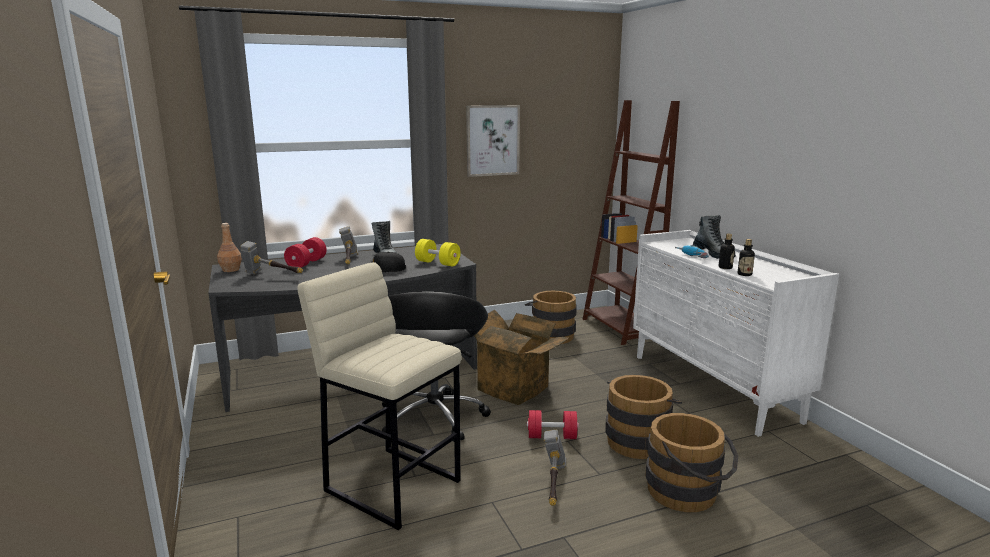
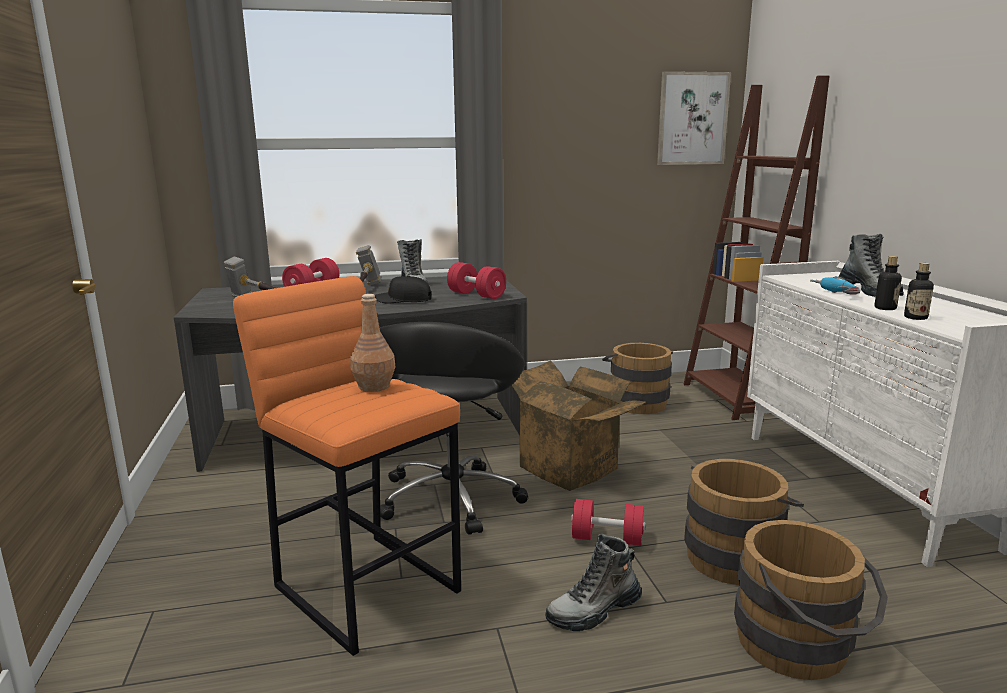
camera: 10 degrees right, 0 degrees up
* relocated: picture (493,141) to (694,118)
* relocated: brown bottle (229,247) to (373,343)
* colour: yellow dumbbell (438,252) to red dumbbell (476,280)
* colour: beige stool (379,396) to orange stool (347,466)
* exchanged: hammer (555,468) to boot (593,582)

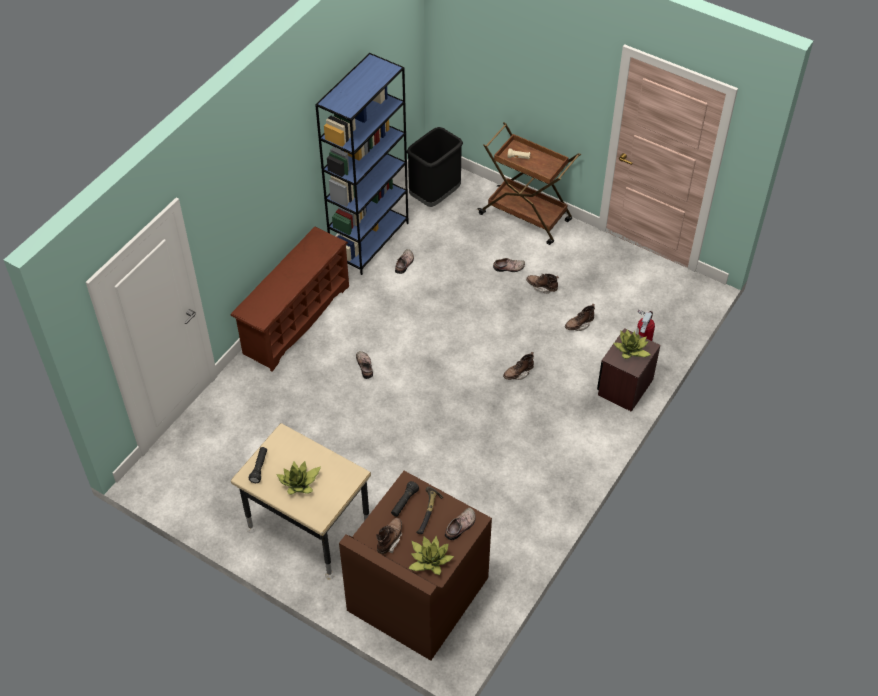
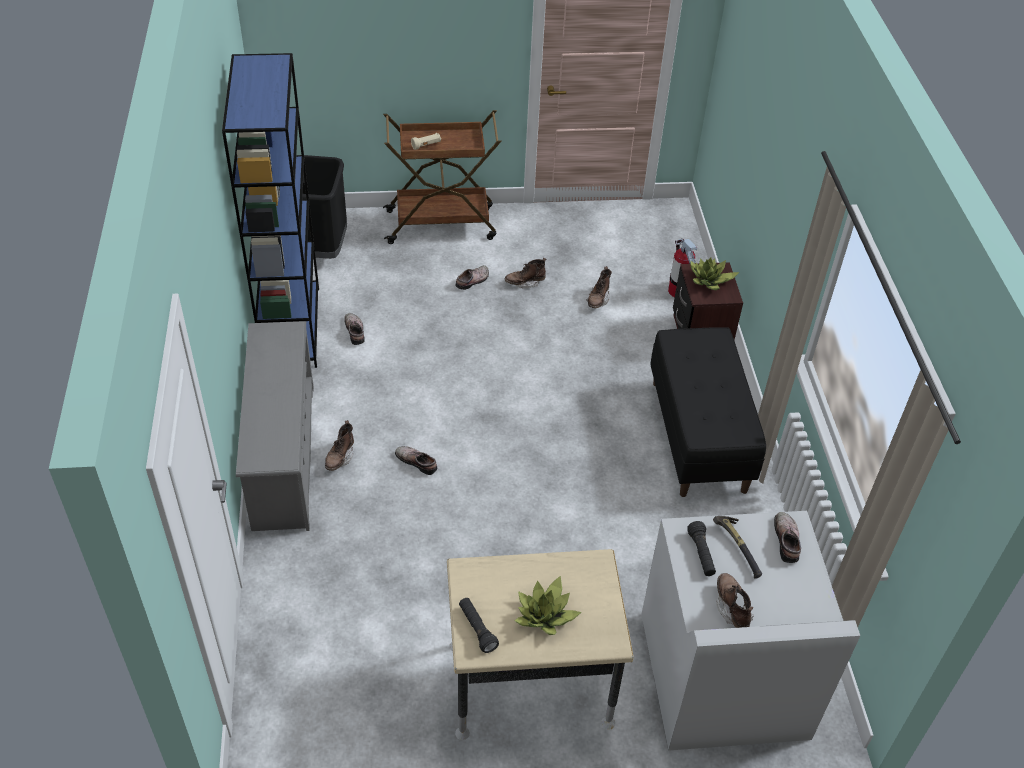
camera: 40 degrees left, 5 degrees down
* colour: brown shoe rack (289,299) to grey shoe rack (275,426)
* relocated: brown boot (518,366) to (339,445)
* colour: brown washing machine (415,566) to white washing machine (751,631)
* missing: potted plant (431,555)
* appeared: black bench (708,412)

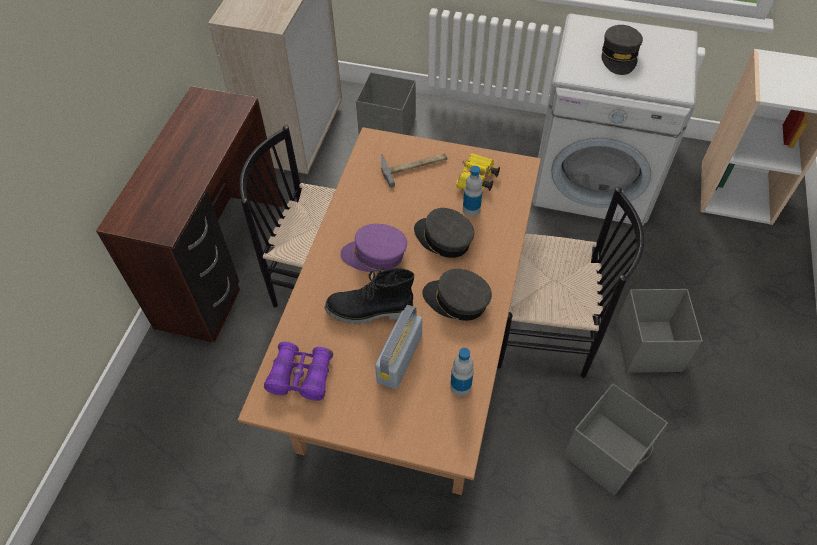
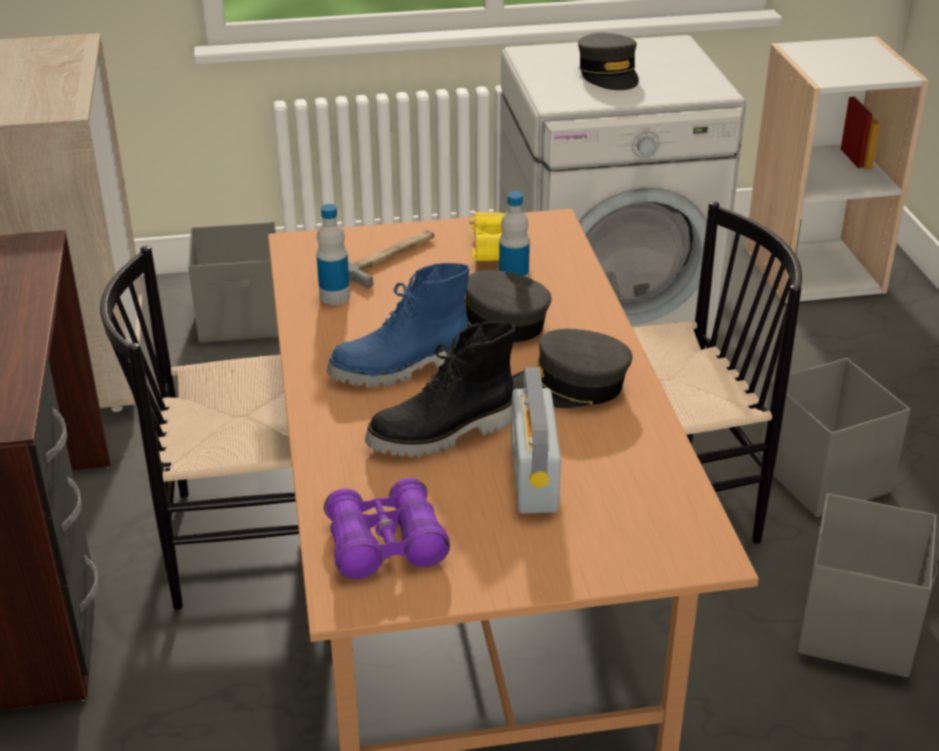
camera: 25 degrees left, 20 degrees down
* exchanged: purple cap (373,248) to blue boot (398,325)
* relocated: bottle (462,372) to (333,254)

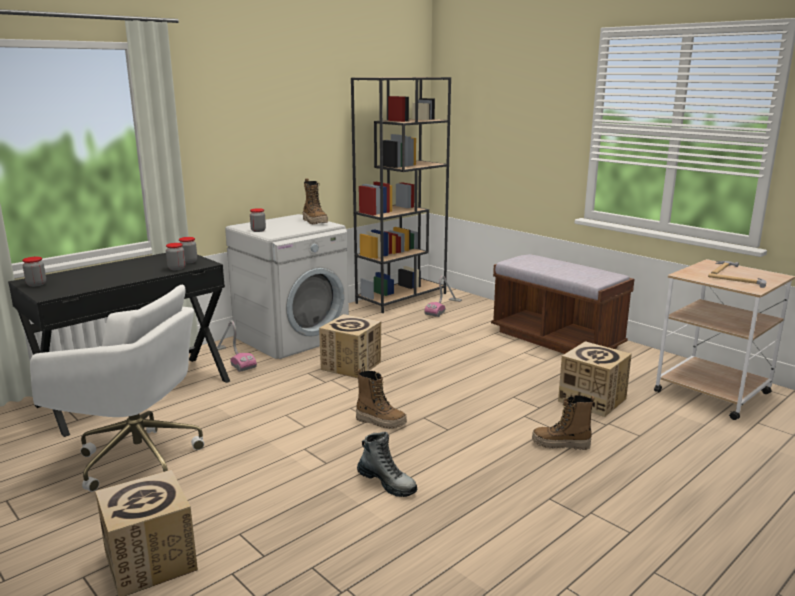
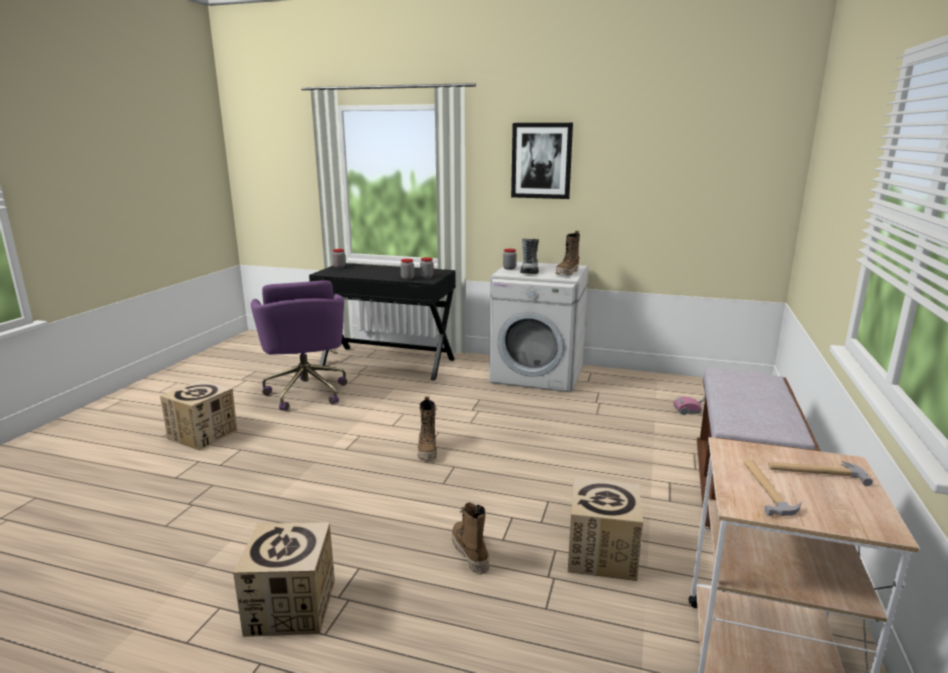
camera: 60 degrees right, 0 degrees up
* missing: bookcase (401,195)
* colour: white office chair (117,388) to purple office chair (299,345)
* relocated: cardboard box (350,346) to (284,579)
* missing: vacuum cleaner (237,346)
* relocated: boot (387,464) to (529,256)
* appeared: picture (542,161)

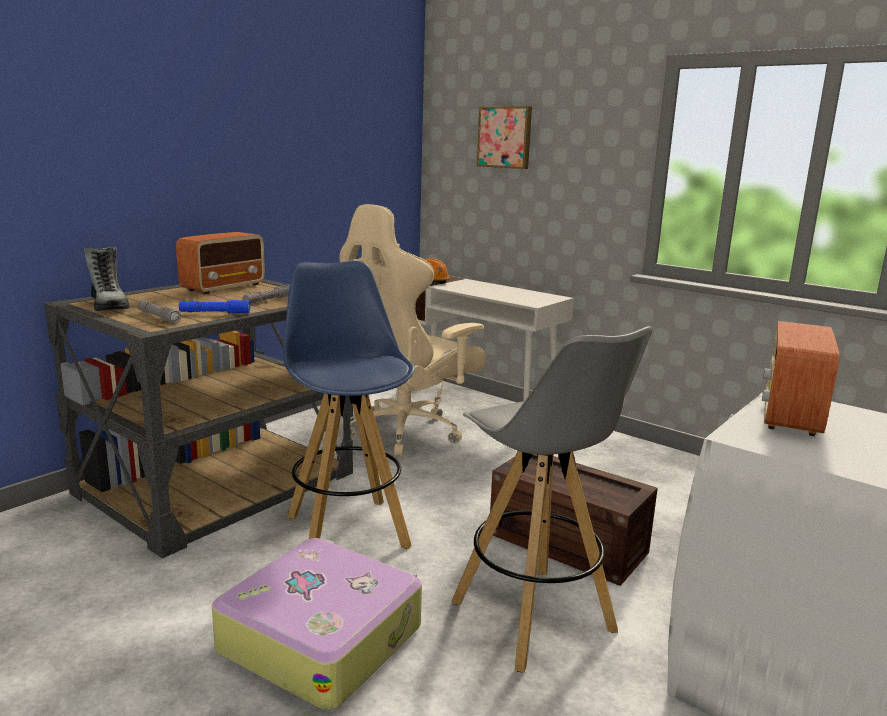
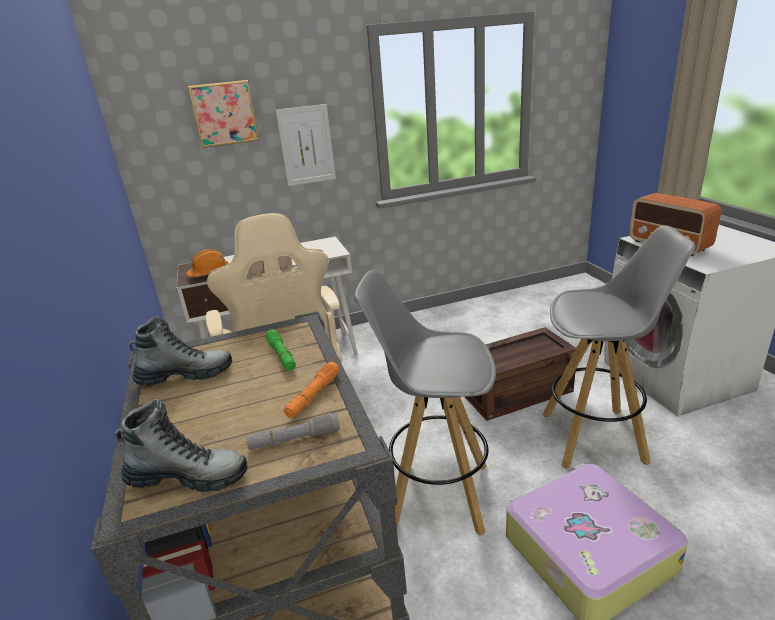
camera: 55 degrees left, 10 degrees up
* exchanged: radio (220,263) to boot (180,351)
* colour: blue stool (349,405) to grey stool (425,402)
* colour: grey flashlight (266,294) to green flashlight (280,350)
* colour: blue flashlight (214,306) to orange flashlight (312,390)
* appeared: picture (306,145)

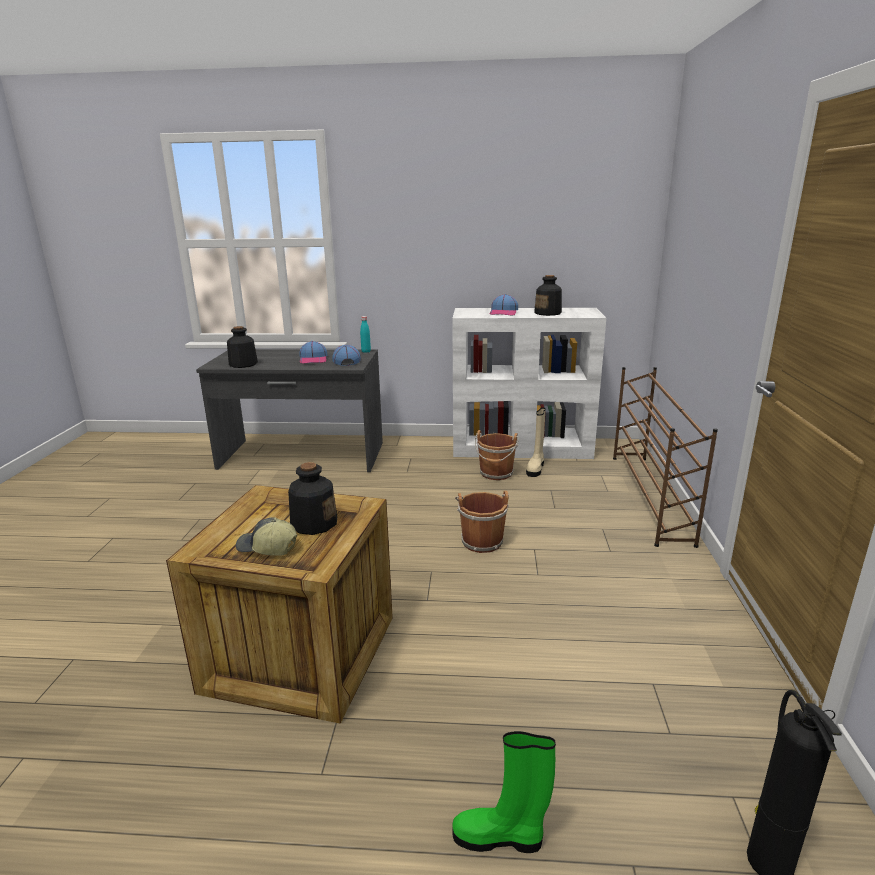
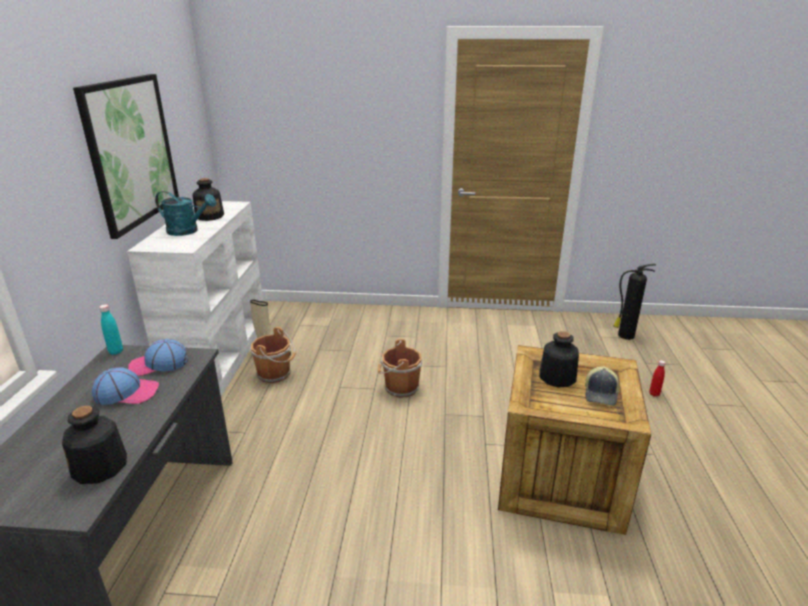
camera: 90 degrees left, 5 degrees up
* exchanged: cap (504,304) to turquoise watering can (185,213)
* missing: brown shoe rack (665,457)
* exchanged: green boot (504,792) to red bottle (657,378)
* appeared: picture (126,156)

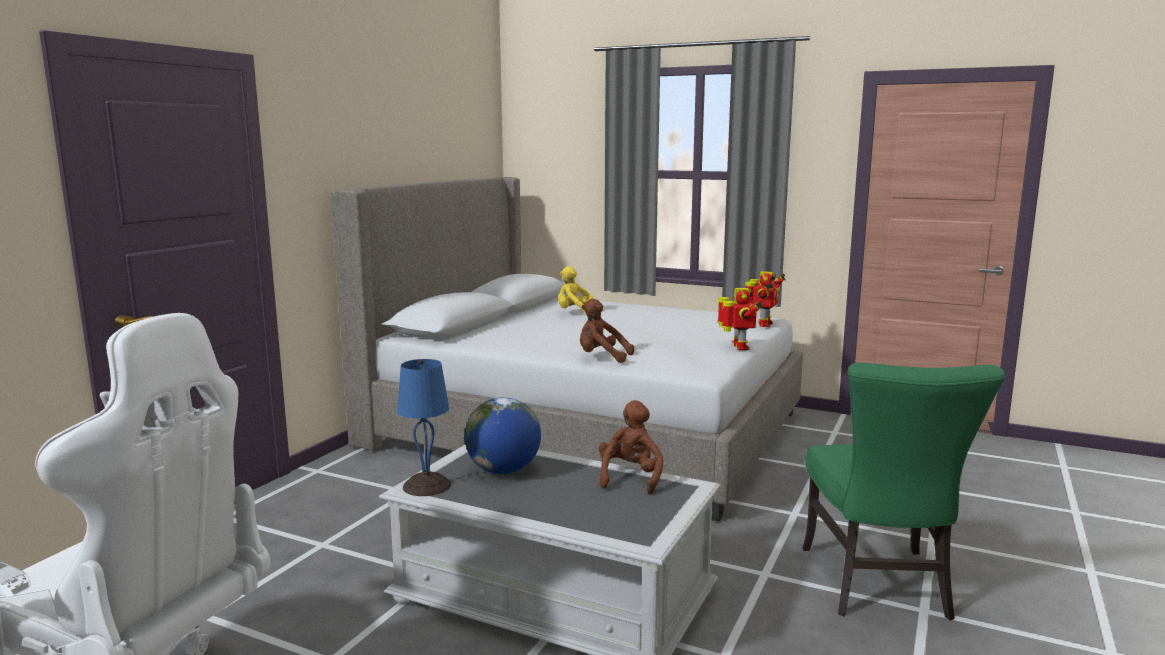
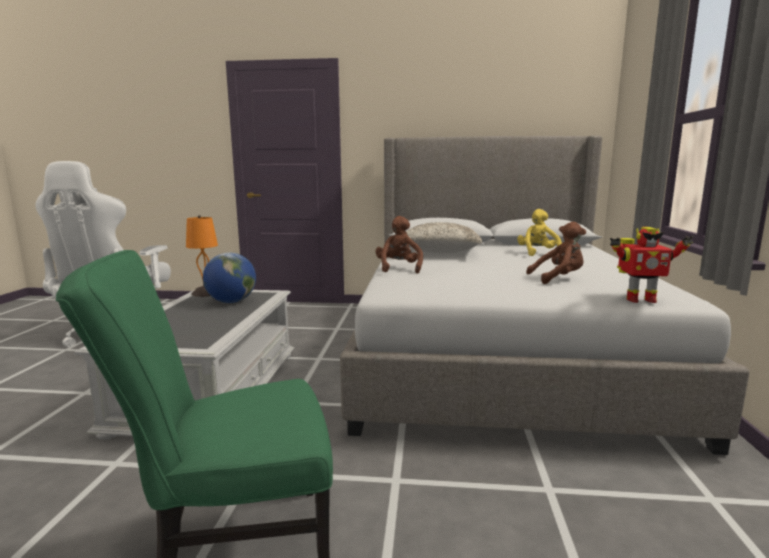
camera: 70 degrees right, 0 degrees up
* missing: toy robot (740,319)
* colour: blue table lamp (424,427) to orange table lamp (202,256)
* relocated: brown plush toy (631,447) to (556,253)
* appeared: beige pillow (444,237)

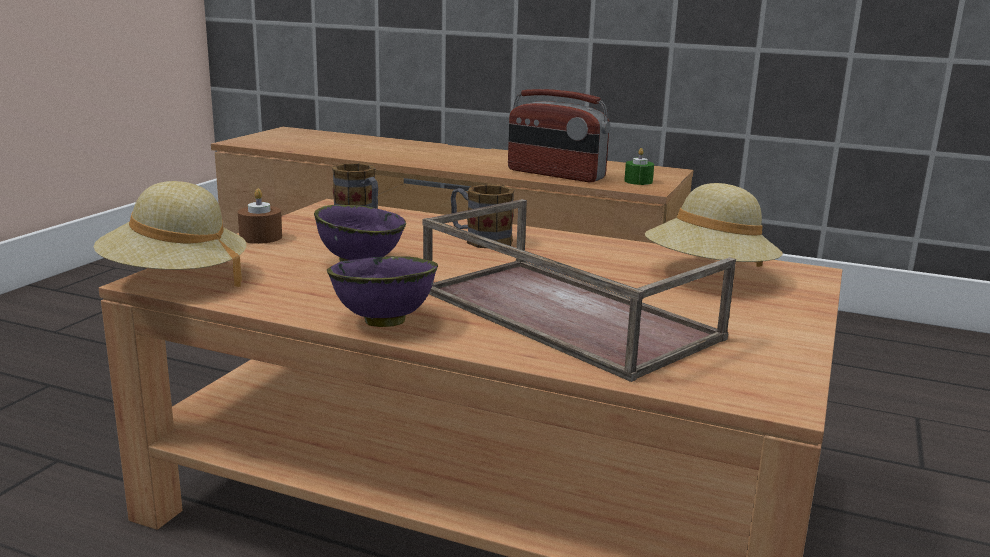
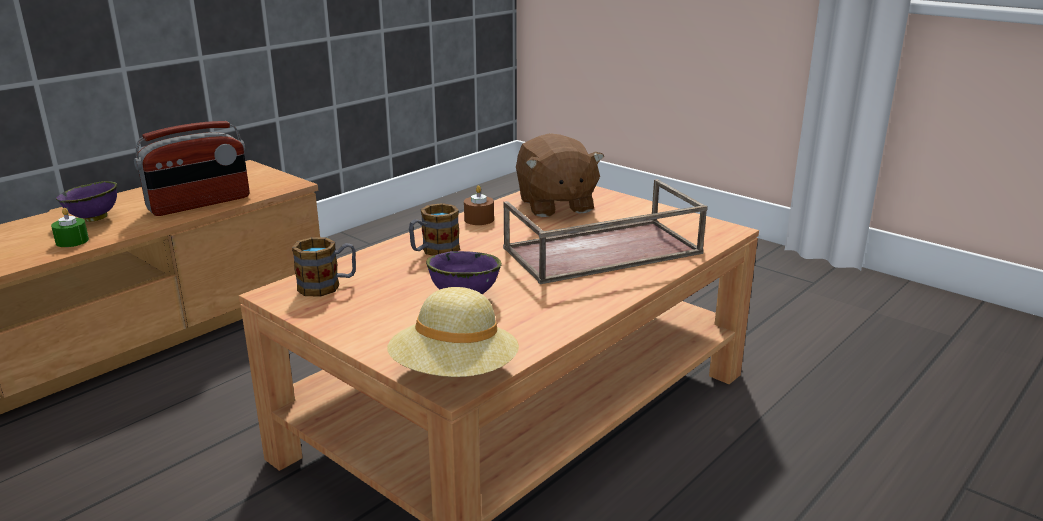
camera: 70 degrees left, 5 degrees up
* relocated: green candle (639,166) to (70,227)
* exchanged: beige hat (714,225) to brown plush toy (560,175)
* relocated: brown candle (260,216) to (479,205)
* relocated: purple bowl (382,291) to (86,201)

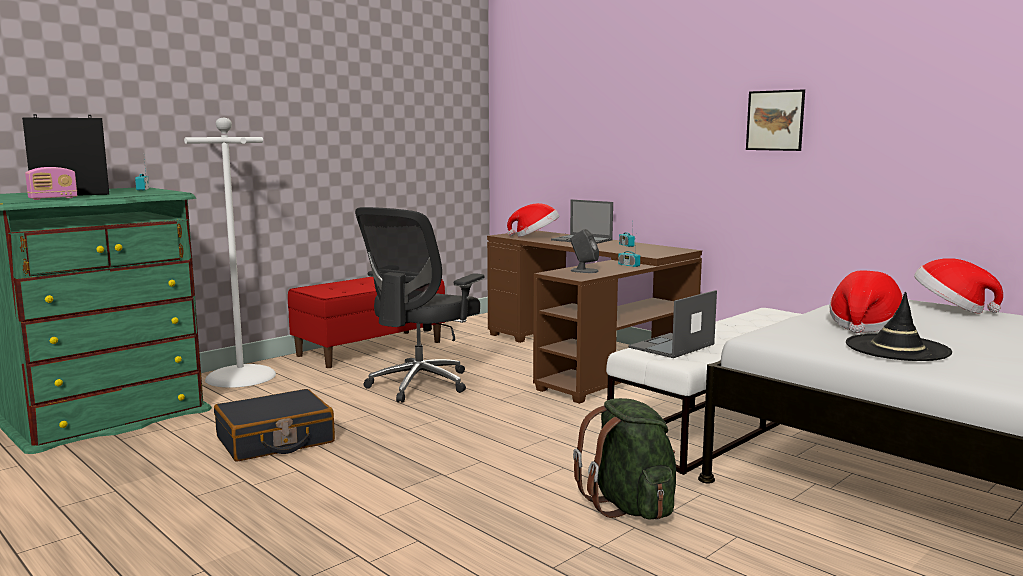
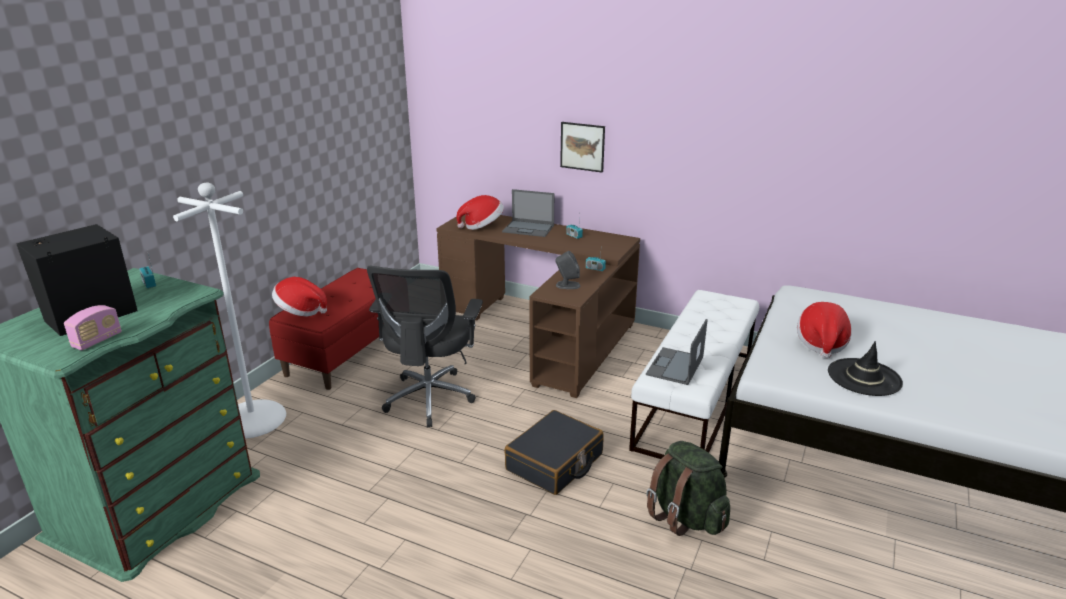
camera: 20 degrees left, 15 degrees up
* relocated: picture (775,120) to (582,147)
* relocated: hat (958,286) to (299,297)
* relocated: black suitcase (274,425) to (554,452)

